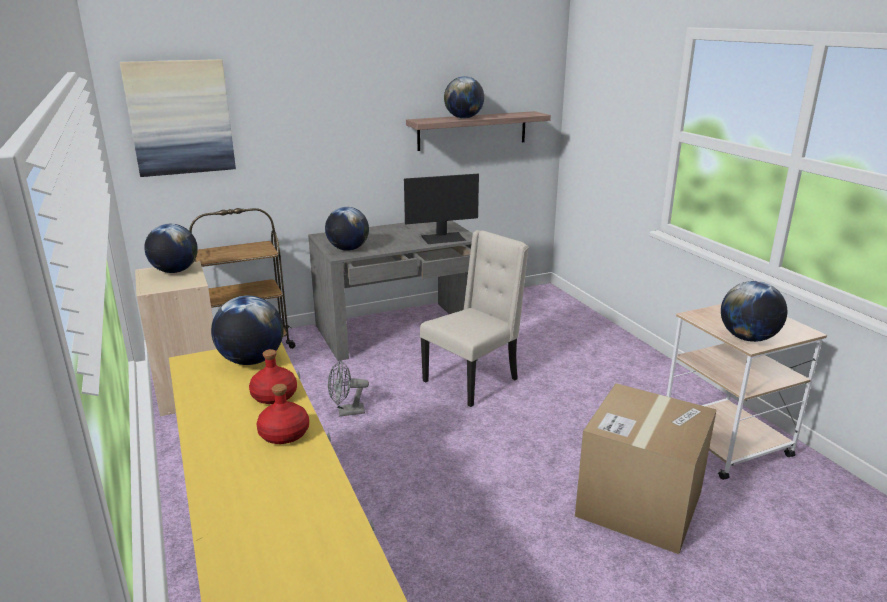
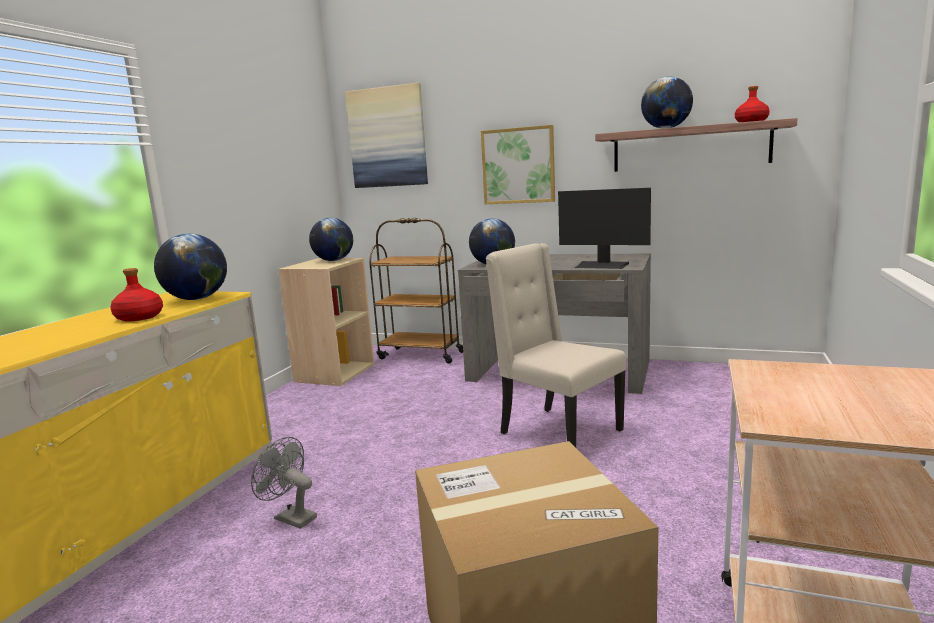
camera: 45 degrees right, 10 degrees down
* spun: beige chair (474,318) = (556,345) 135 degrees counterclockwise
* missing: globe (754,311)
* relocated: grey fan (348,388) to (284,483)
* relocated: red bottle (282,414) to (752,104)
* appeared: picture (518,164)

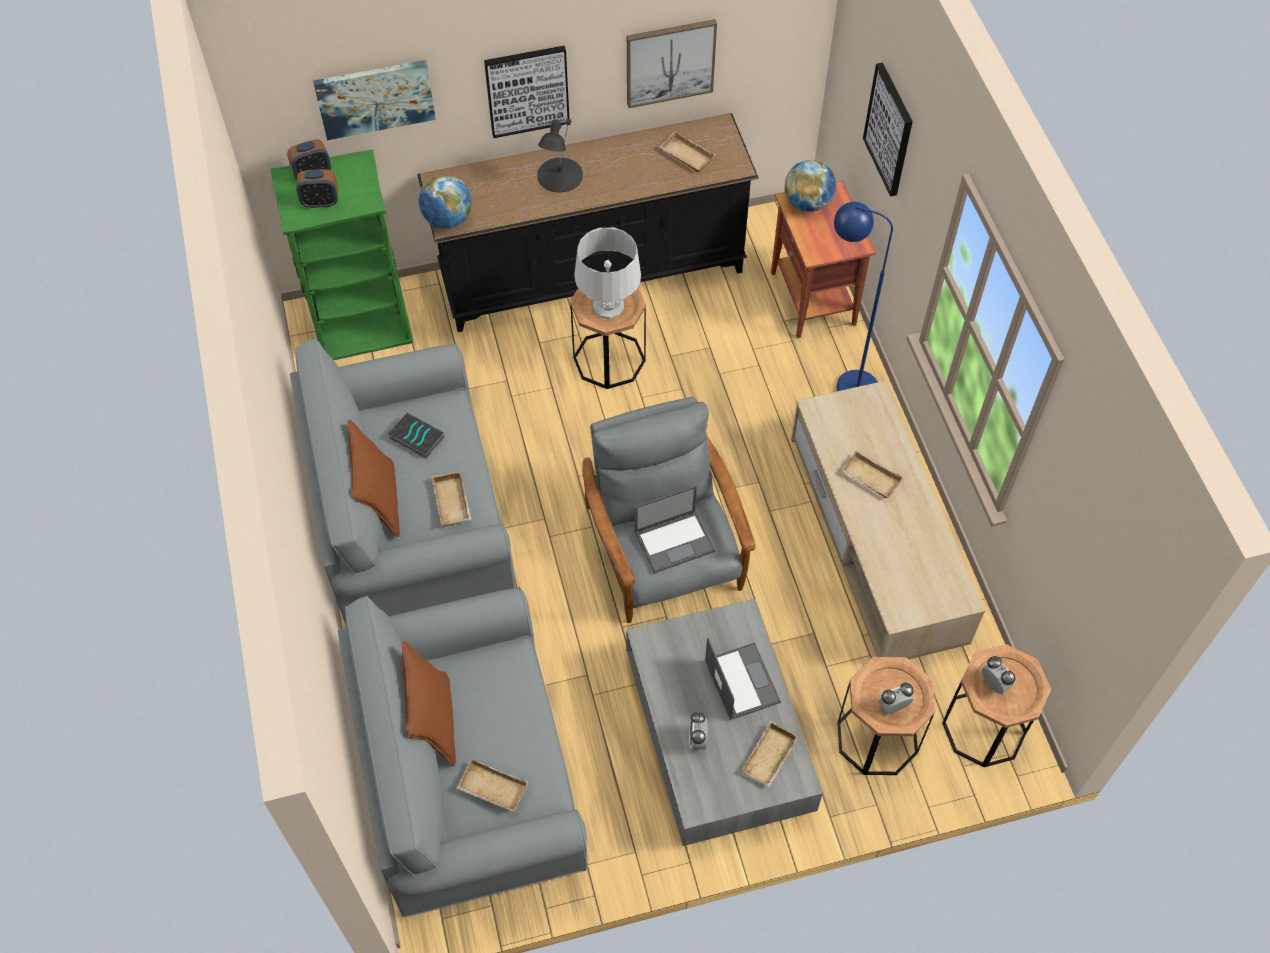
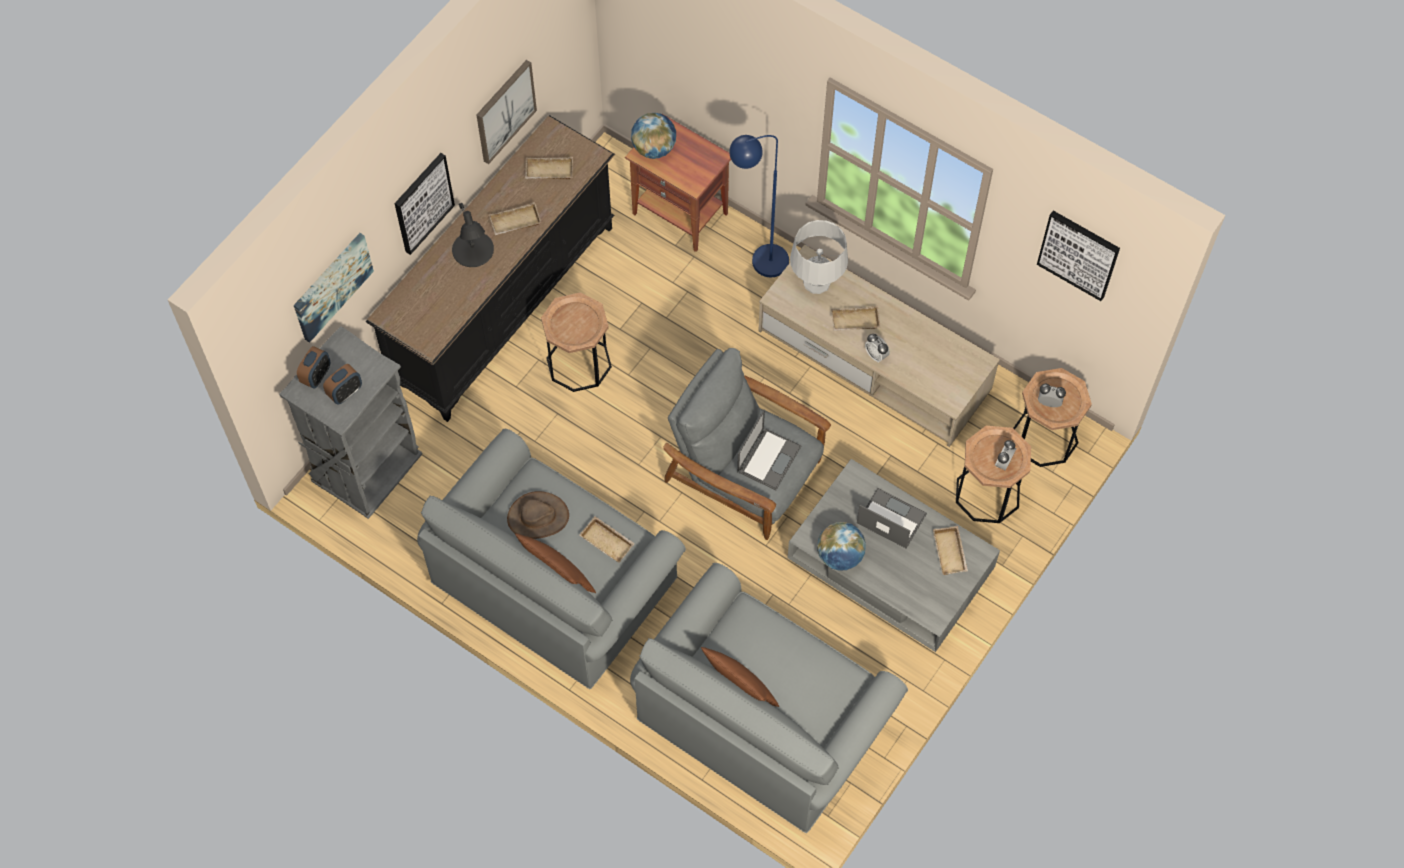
camera: 40 degrees left, 5 degrees up
* relocated: picture (888,130) to (1078,256)
* colour: green bookcase (341,255) to grey bookcase (351,422)
* relocated: globe (445,202) to (841,546)
* relocated: grey table lamp (608,273) to (819,257)
* exchanged: book (416,436) to brown hat (538,515)
* relocated: alarm clock (698,730) to (877,348)
* relocated: beige tray (492,785) to (515,218)

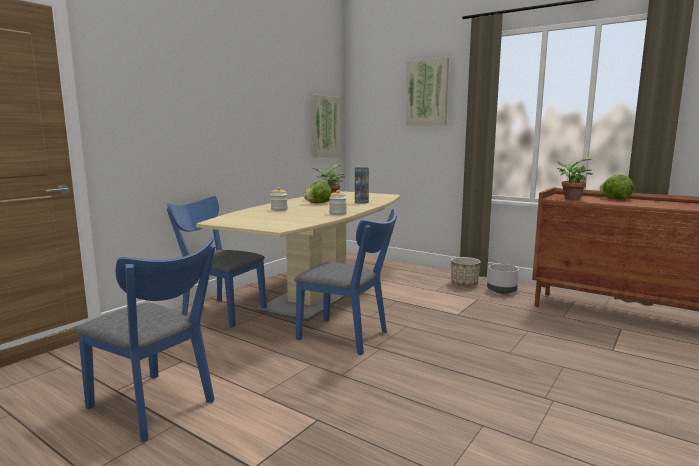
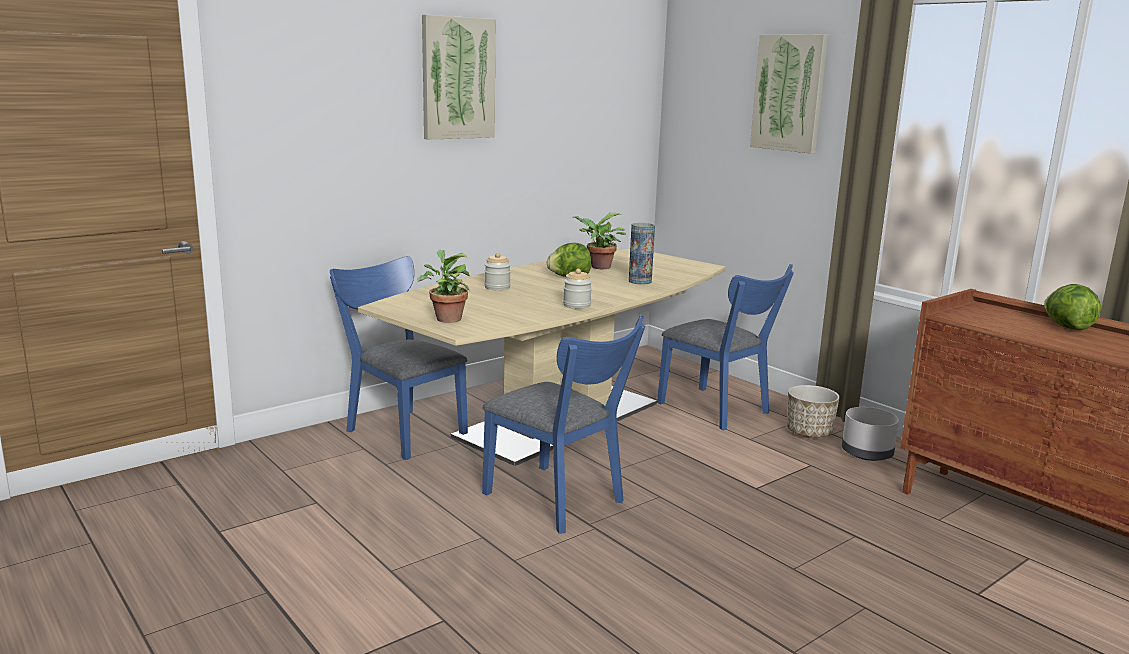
camera: 15 degrees right, 5 degrees up
* relocated: picture (325,126) to (458,77)
* relocated: potted plant (573,179) to (443,286)
* relocated: blue chair (146,339) to (725,347)

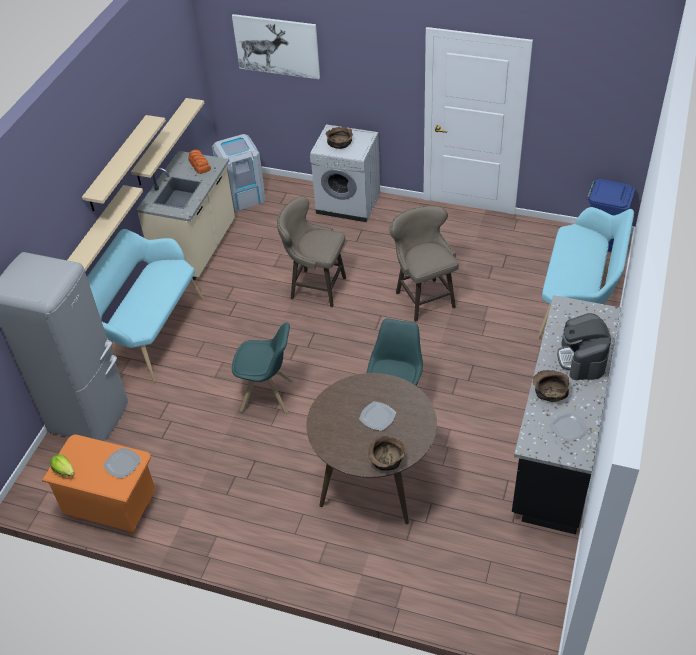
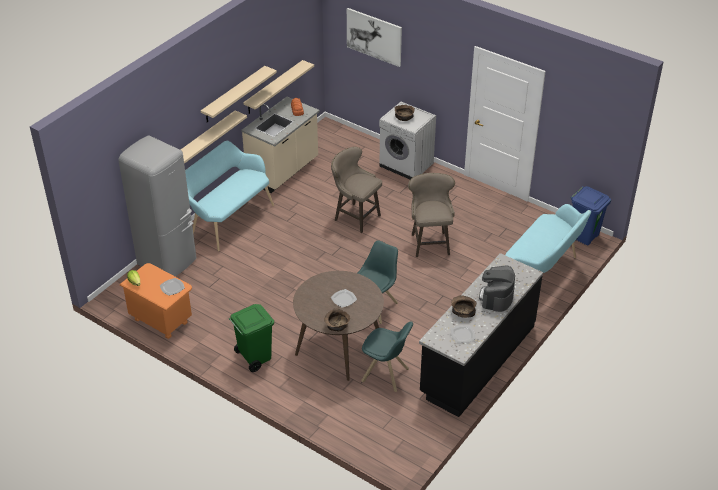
camera: 15 degrees right, 5 degrees down
* missing: grey trash can (239,173)
* relocated: turquoise chair (263,368) to (387,356)
* appeared: green trash can (251,338)

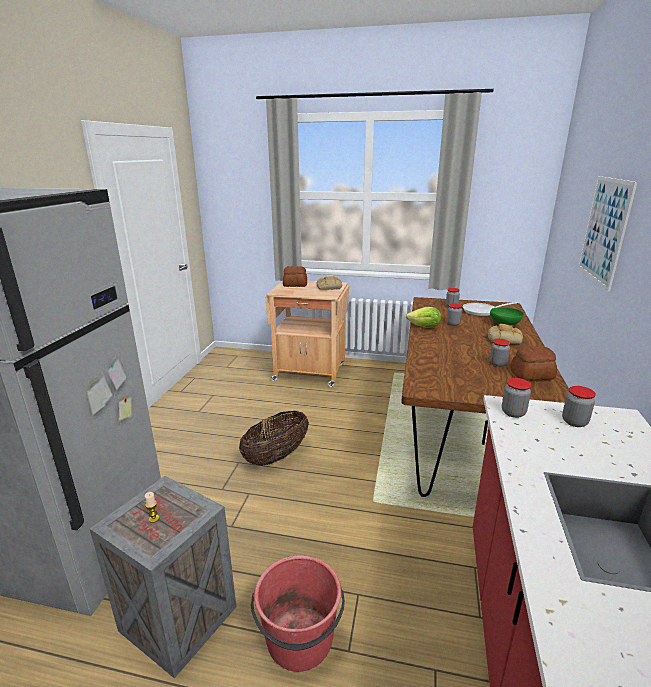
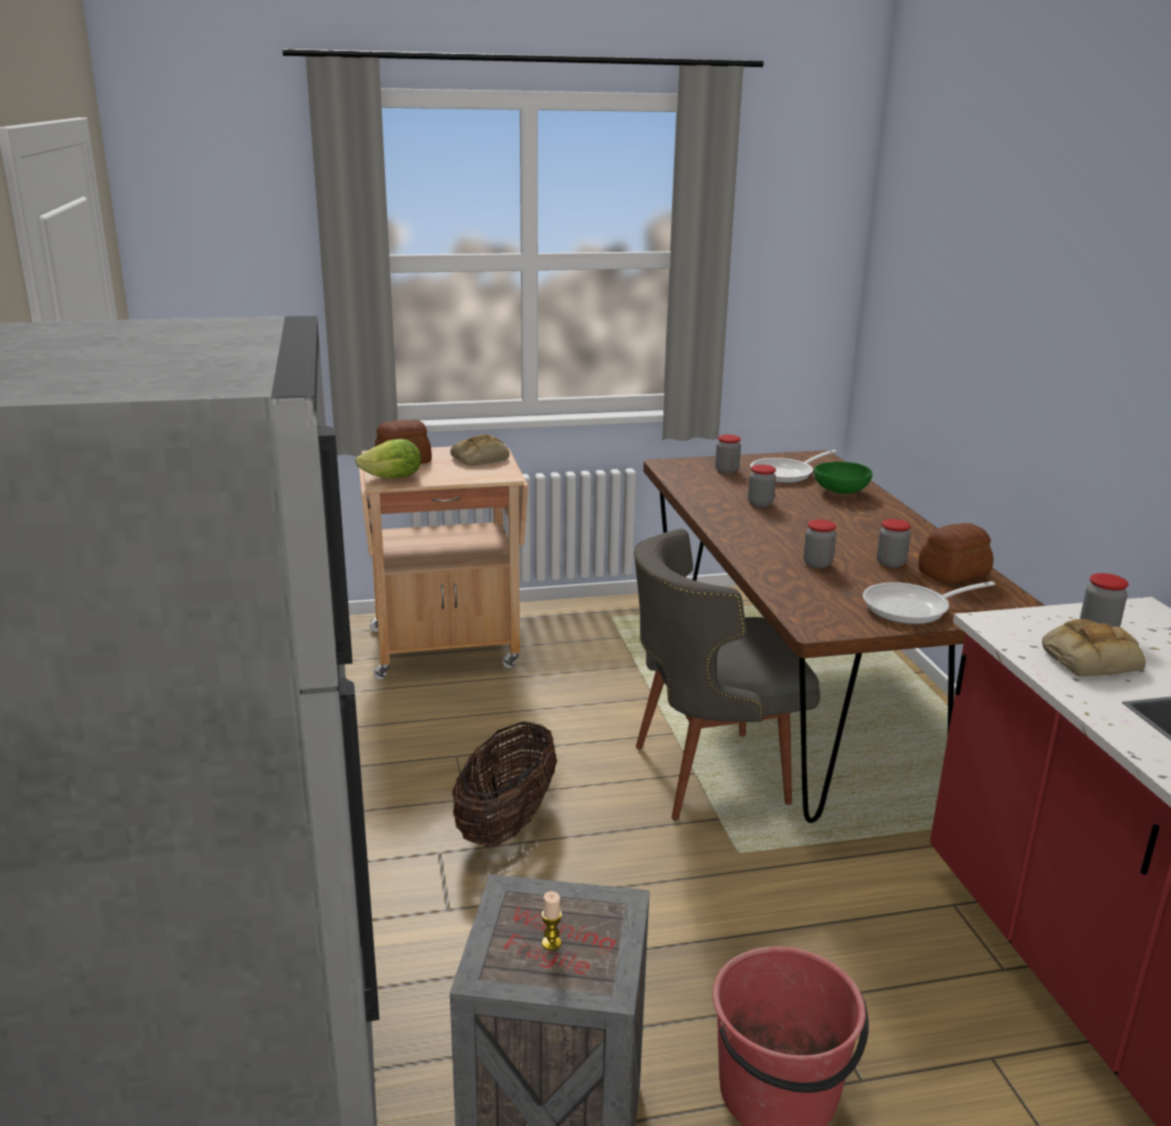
camera: 25 degrees left, 0 degrees up
* missing: picture (608,234)
* relocated: lettuce (423,317) to (388,459)
* relocated: bread (505,334) to (1094,647)
* relocated: jar (516,398) to (819,543)
* appeared: grey chair (727,675)
* appeared: frying pan (929,602)

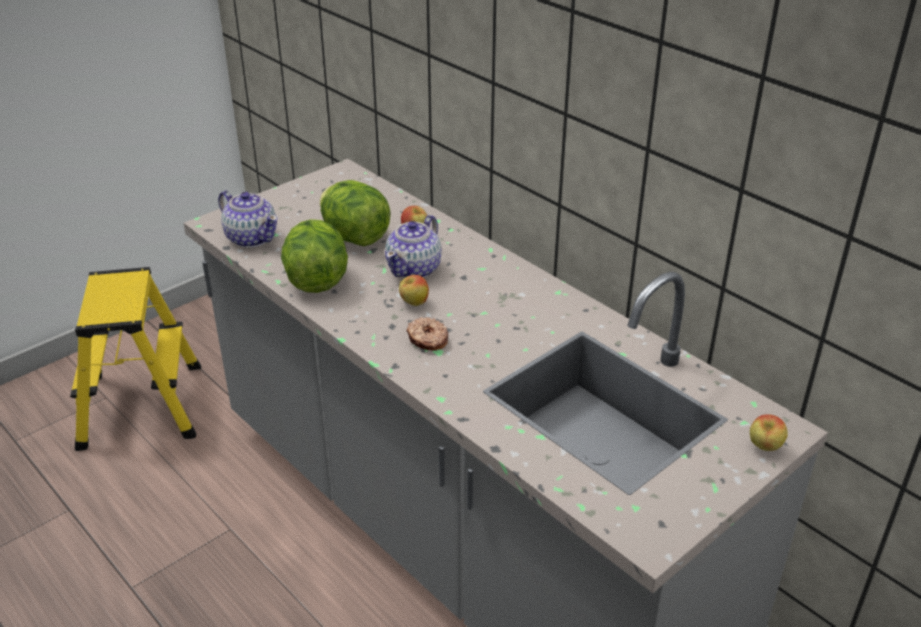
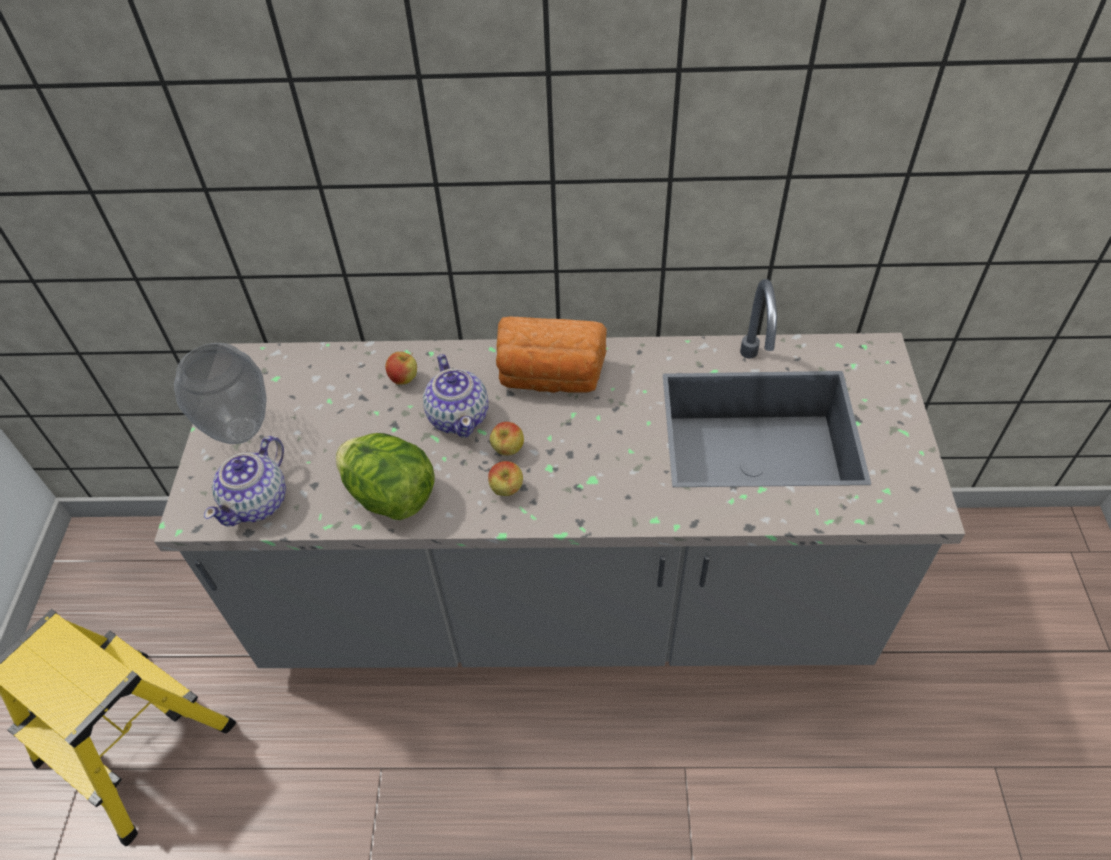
camera: 45 degrees left, 15 degrees up
* missing: lettuce (355,213)
* spun: teapot (247,219) = (245,481) 120 degrees clockwise
* missing: donut (427,334)
* relocated: apple (769,432) to (505,478)
* appeared: bread (551,355)
* appeared: vase (220,393)

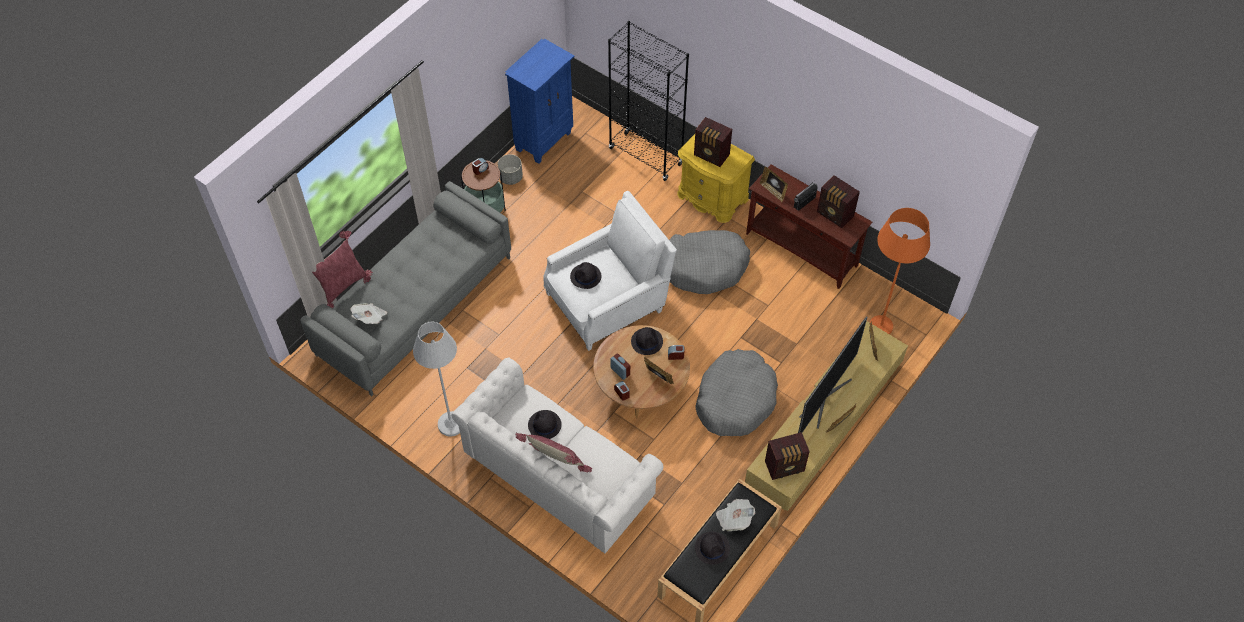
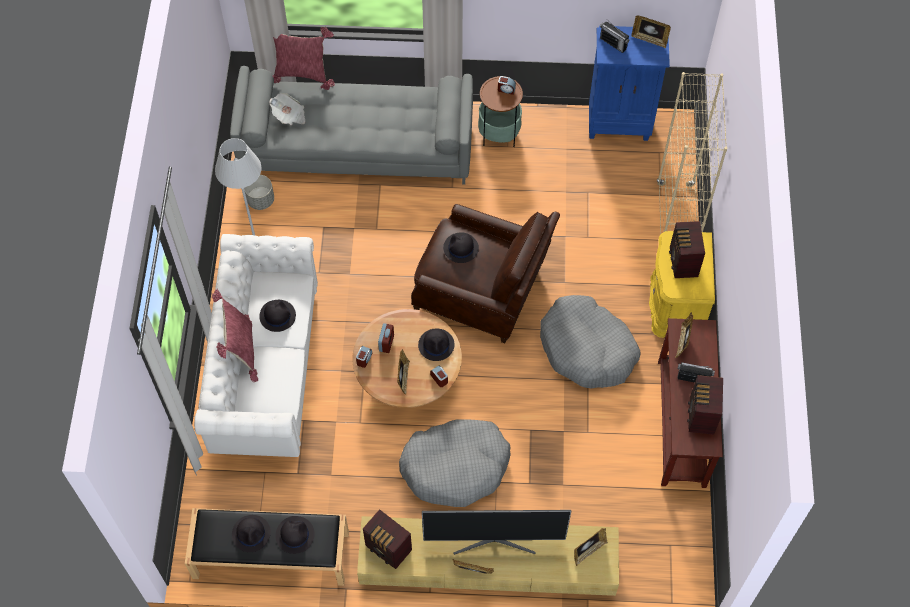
camera: 55 degrees right, 5 degrees up
* colour: black bookcase (648,101) to beige bookcase (692,153)
* relocated: grey planter (510,169) to (259,192)
* colour: white armchair (610,271) to brown armchair (485,273)
* missing: orange floor lamp (900,271)
* exchanged: newspaper (735,515) to black hat (295,535)
* appeared: picture frame (651,31)
* appeared: radio (614,36)

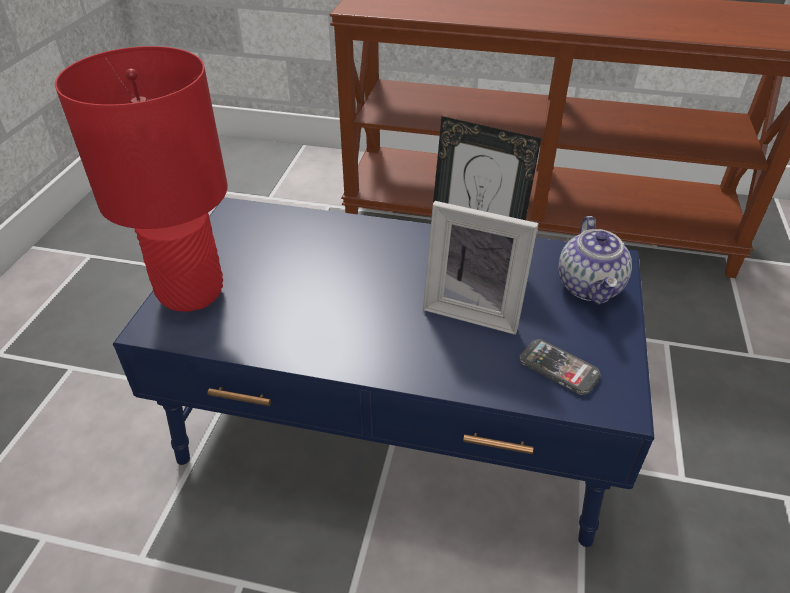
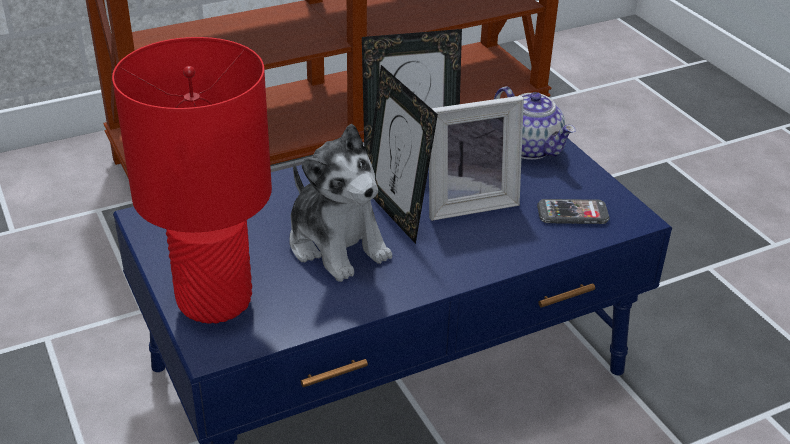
camera: 40 degrees left, 5 degrees down
* appeared: picture frame (403,154)
* appeared: plush toy (340,203)

